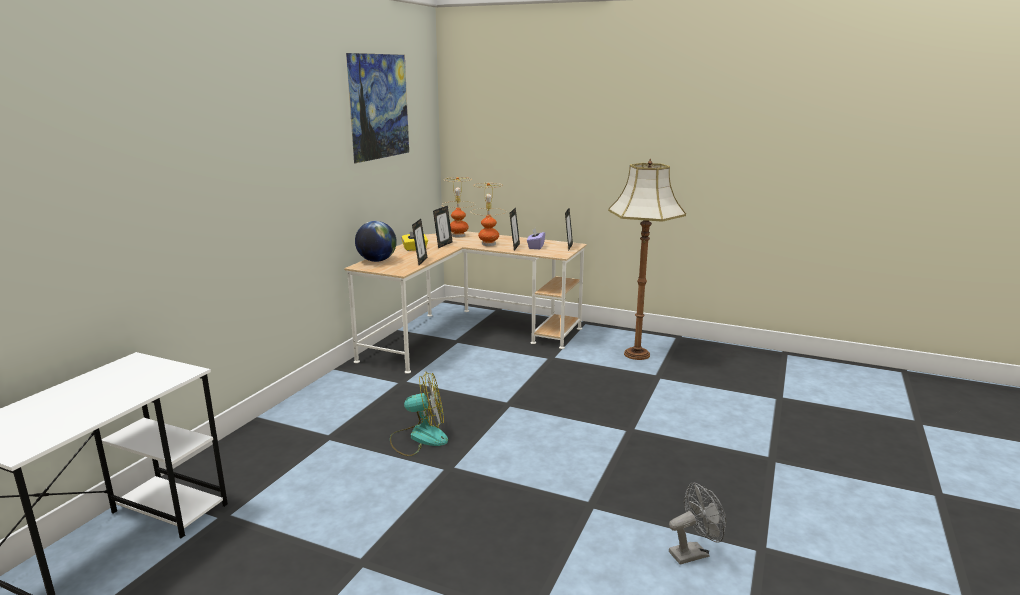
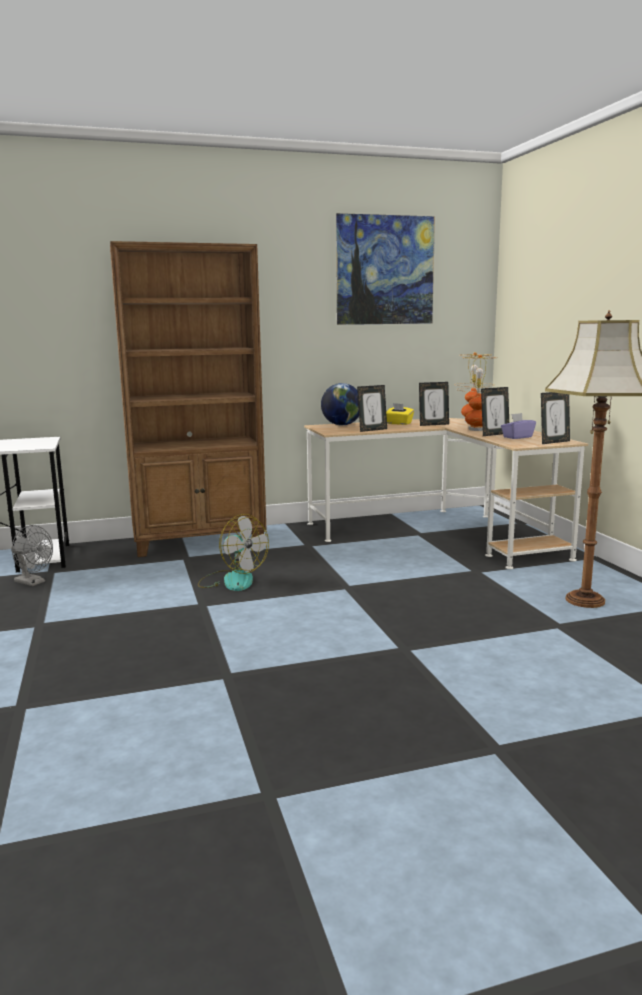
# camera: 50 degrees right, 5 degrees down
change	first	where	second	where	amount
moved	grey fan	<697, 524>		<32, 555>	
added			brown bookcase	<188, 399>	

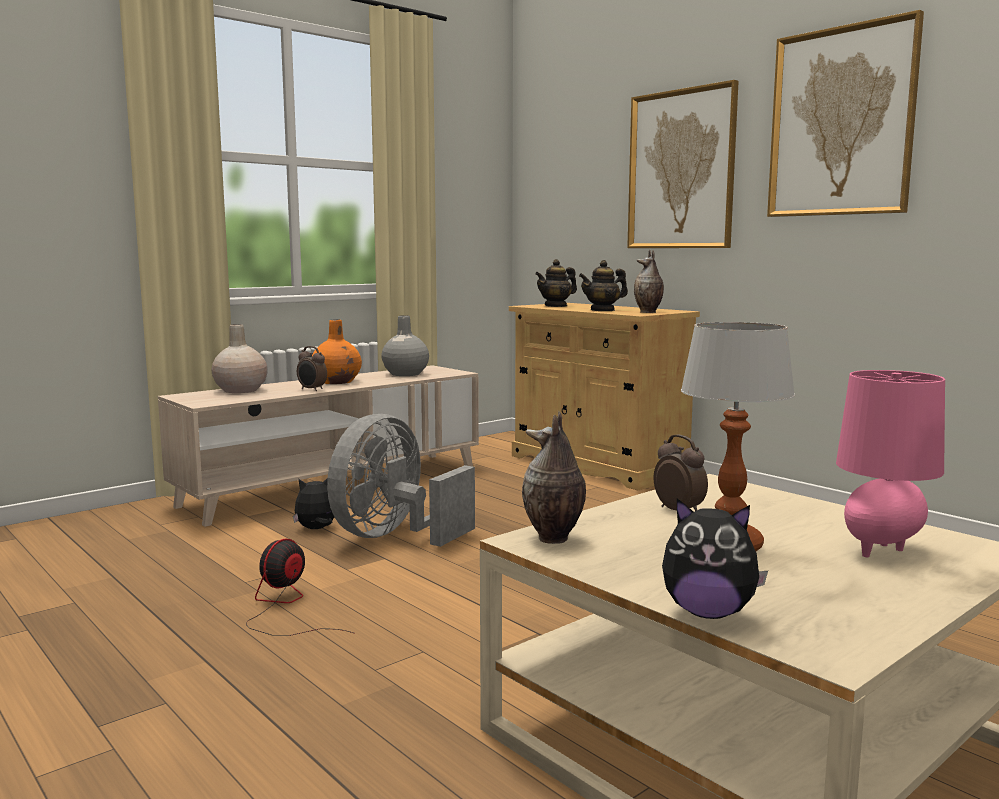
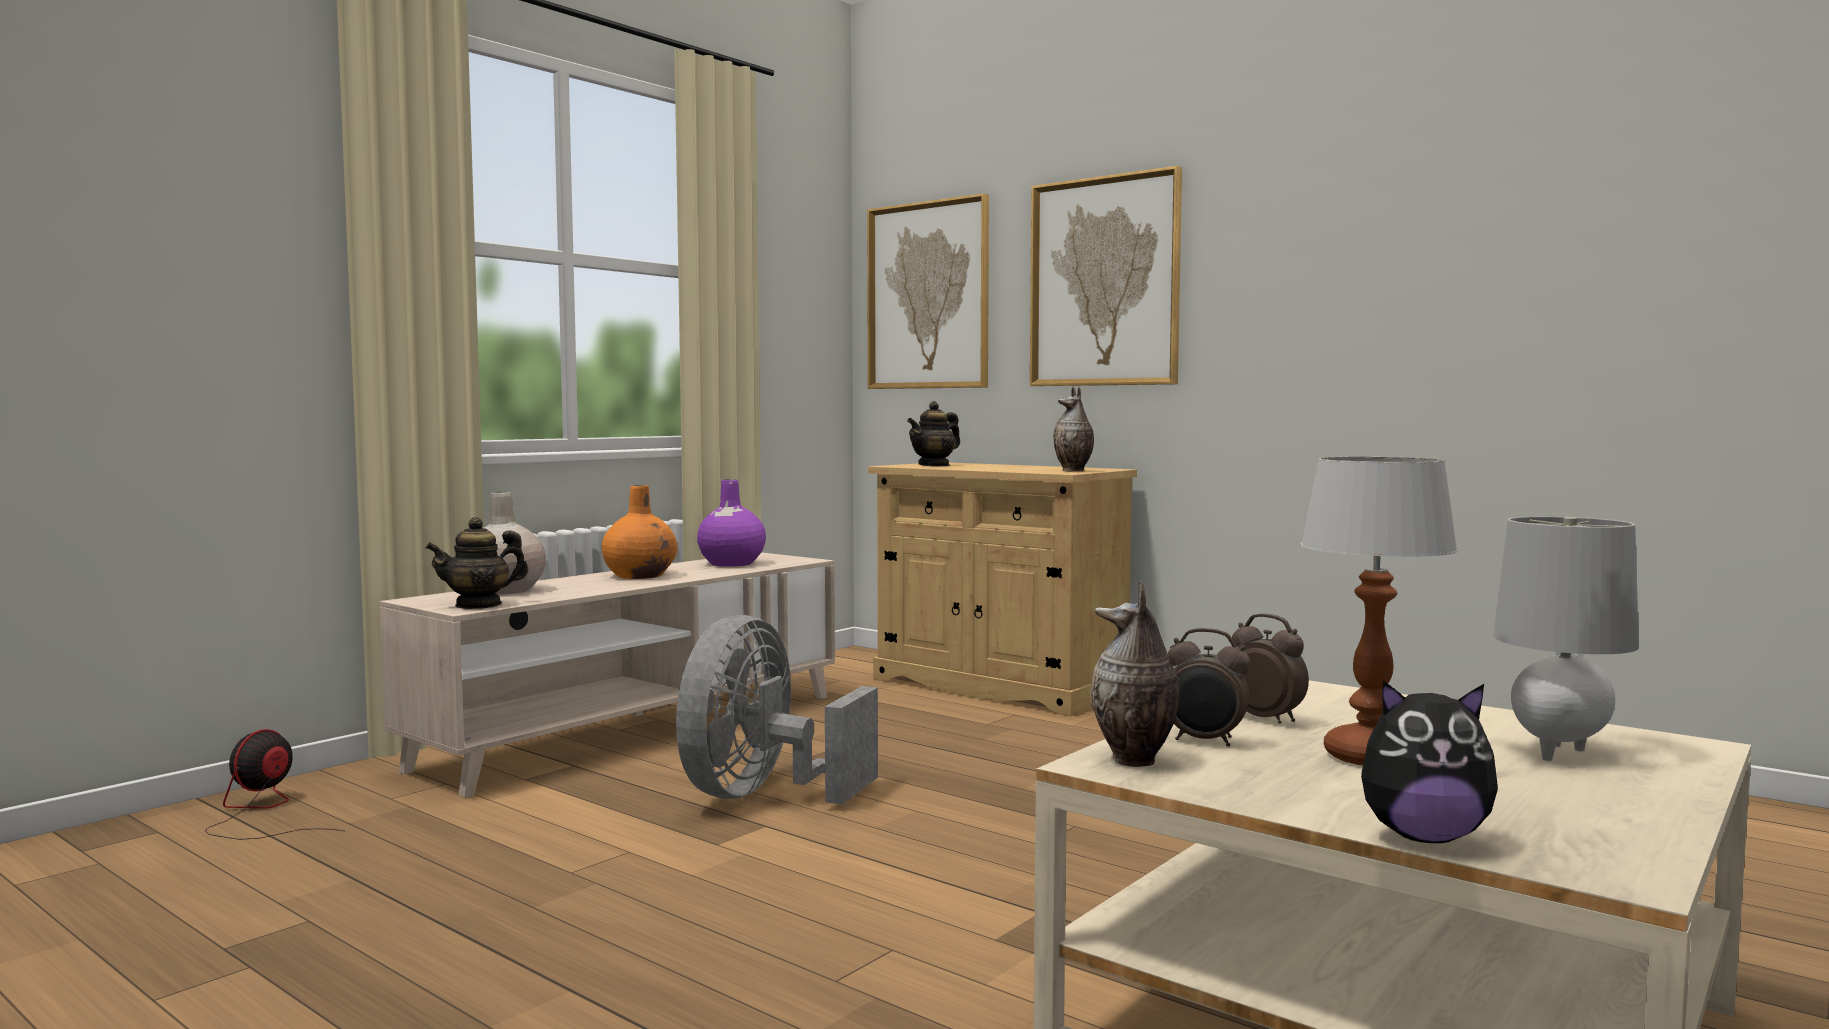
# camera: 10 degrees left, 5 degrees down
change	first	where	second	where	amount
moved	picture	<845, 113>		<928, 291>	
moved	teapot	<603, 285>		<477, 563>	
recoloured	grey vase	<405, 345>	purple vase	<731, 523>	
moved	alarm clock	<312, 368>		<1209, 687>	
recoloured	pink table lamp	<890, 463>	grey table lamp	<1566, 638>	
removed	plush toy	<313, 503>			
moved	fan	<300, 587>		<274, 784>	

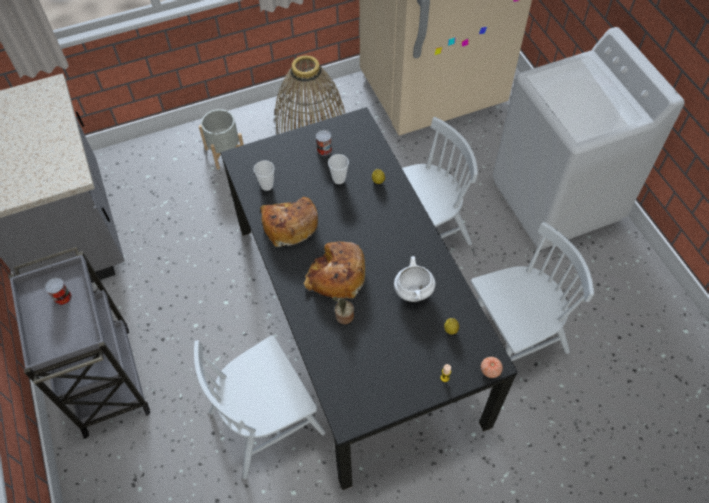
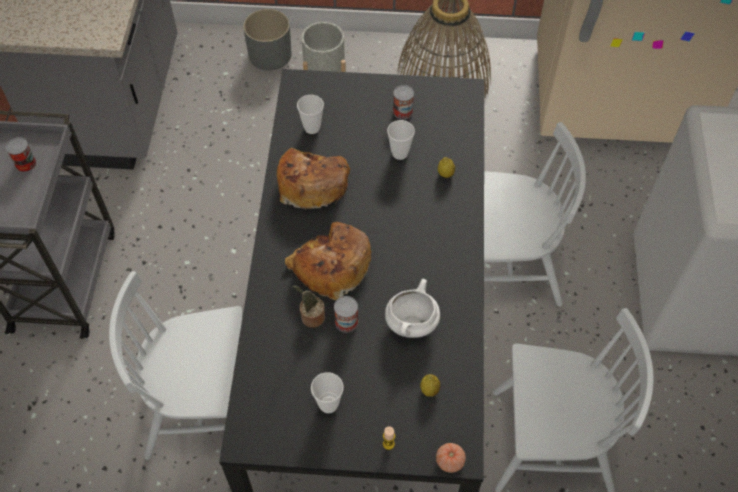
# camera: 25 degrees right, 0 degrees up
change	first	where	second	where	amount
added			grey planter	<267, 39>	
added			can	<346, 314>	
added			cup	<327, 392>	

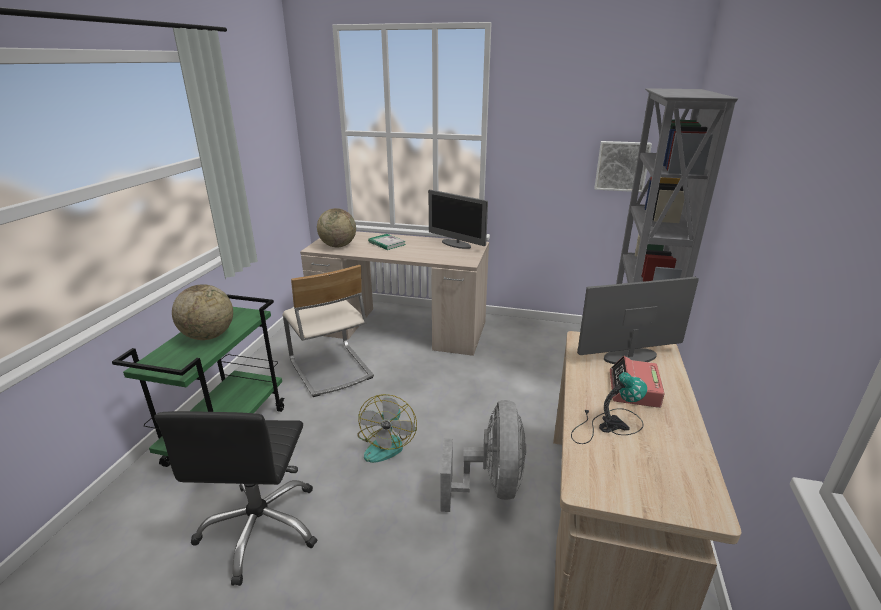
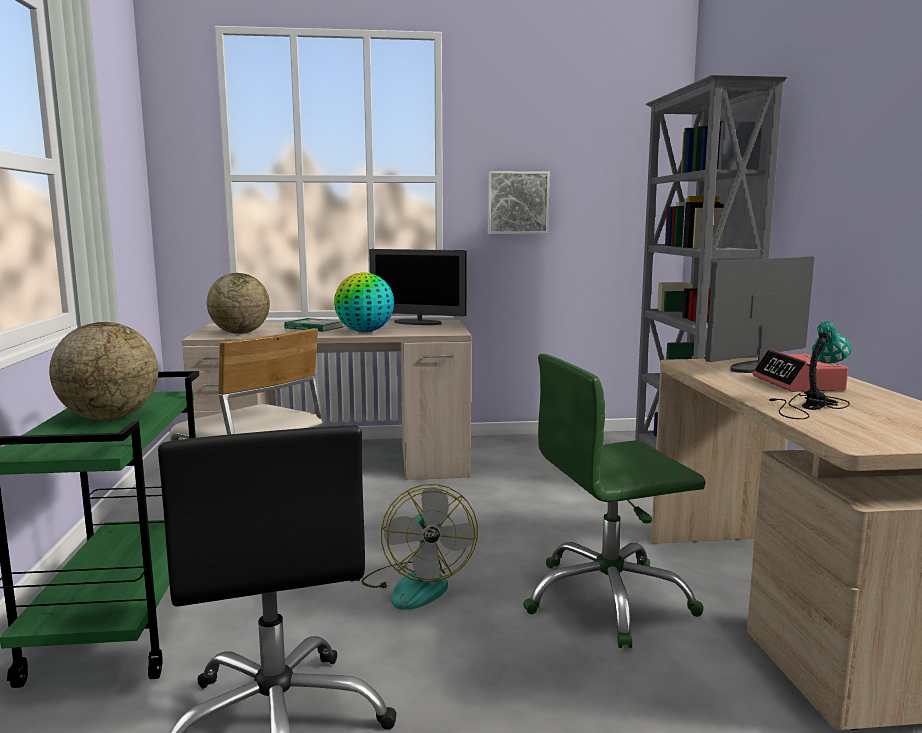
# camera: 20 degrees left, 15 degrees down
change	first	where	second	where	amount
moved	picture	<623, 166>		<519, 202>	
replaced	grey fan	<483, 456>	green office chair	<614, 501>	
added			globe	<364, 302>	

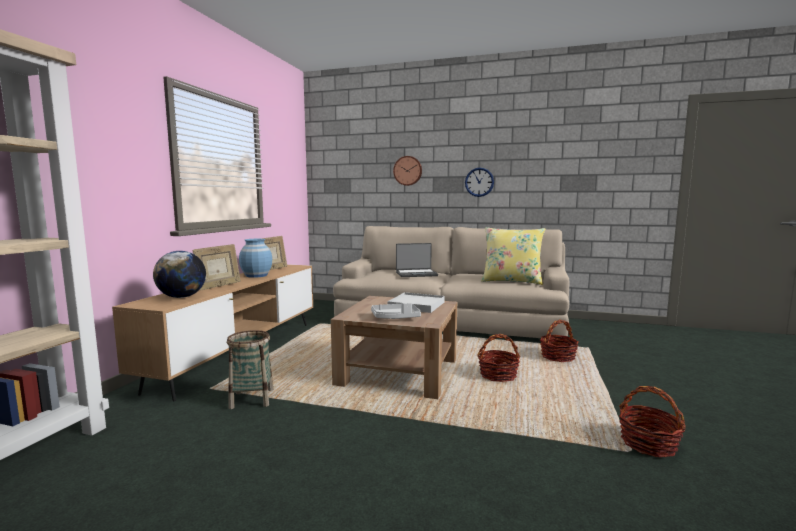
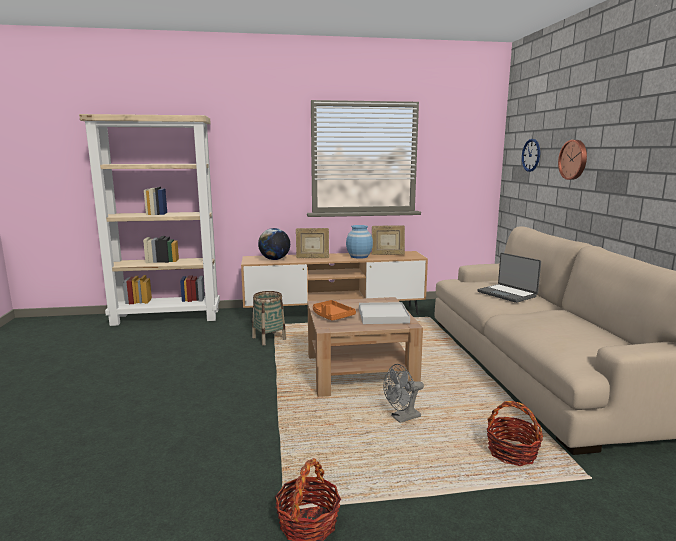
# camera: 65 degrees right, 5 degrees up
change	first	where	second	where	amount
moved	wall clock	<479, 182>		<531, 155>	
removed	yellow pillow	<513, 256>			
recoloured	grey tray	<396, 311>	orange tray	<334, 310>	
replaced	basket	<498, 358>	grey fan	<403, 393>	

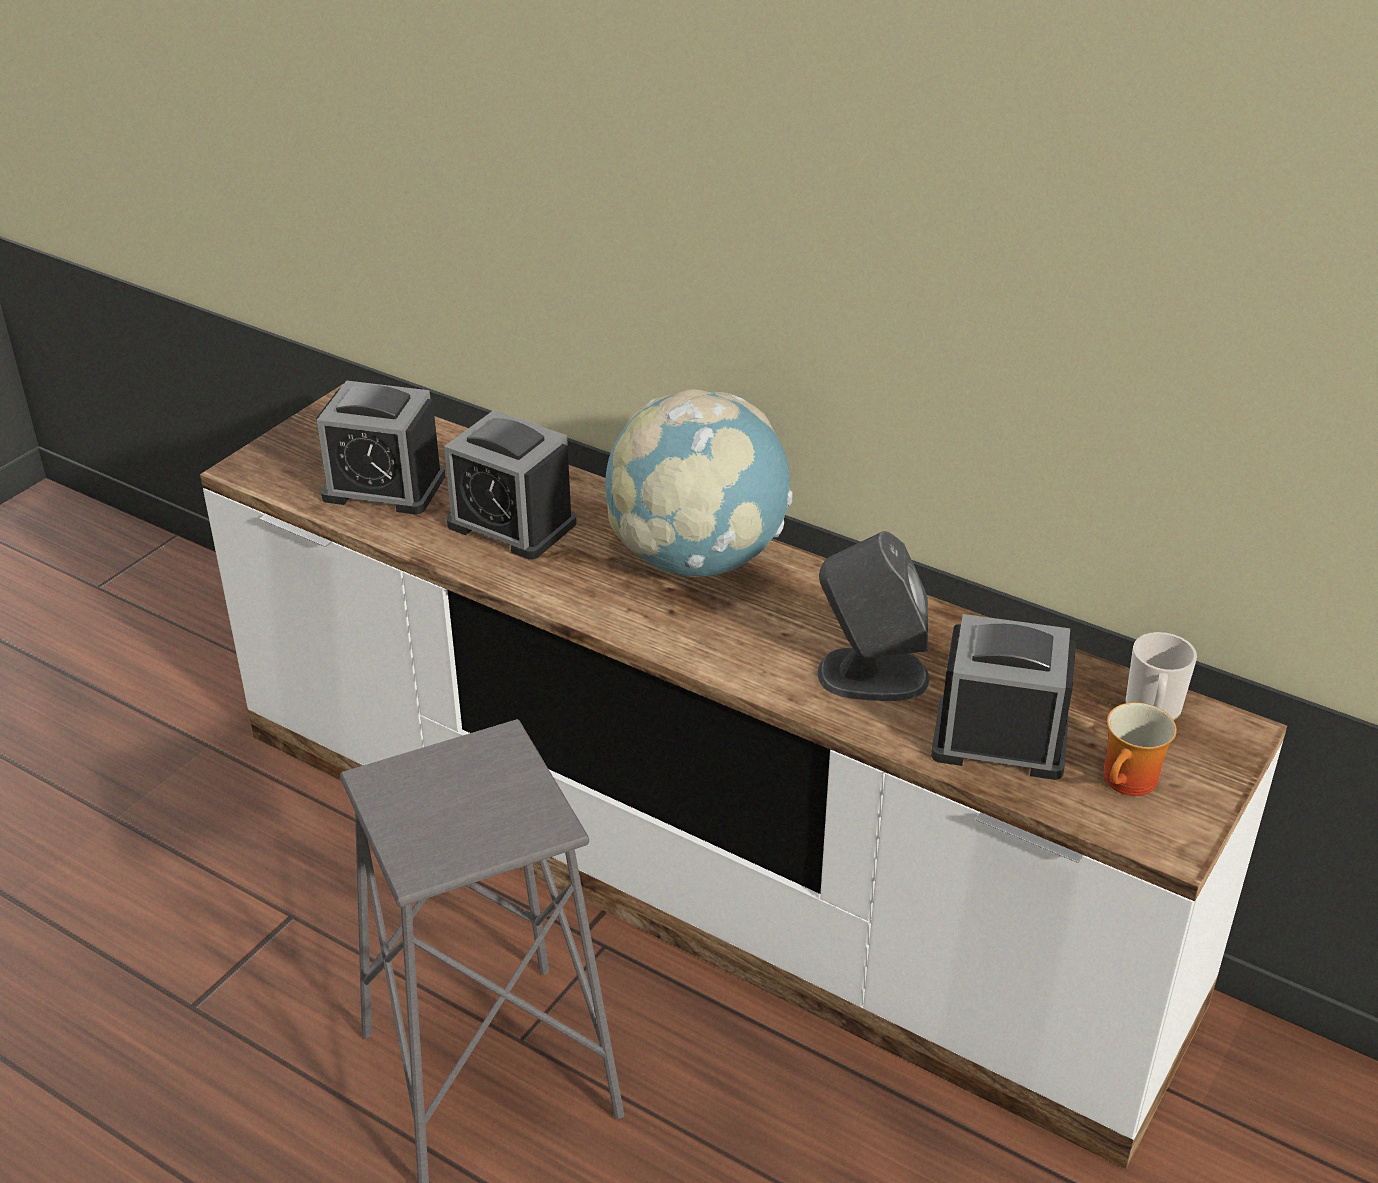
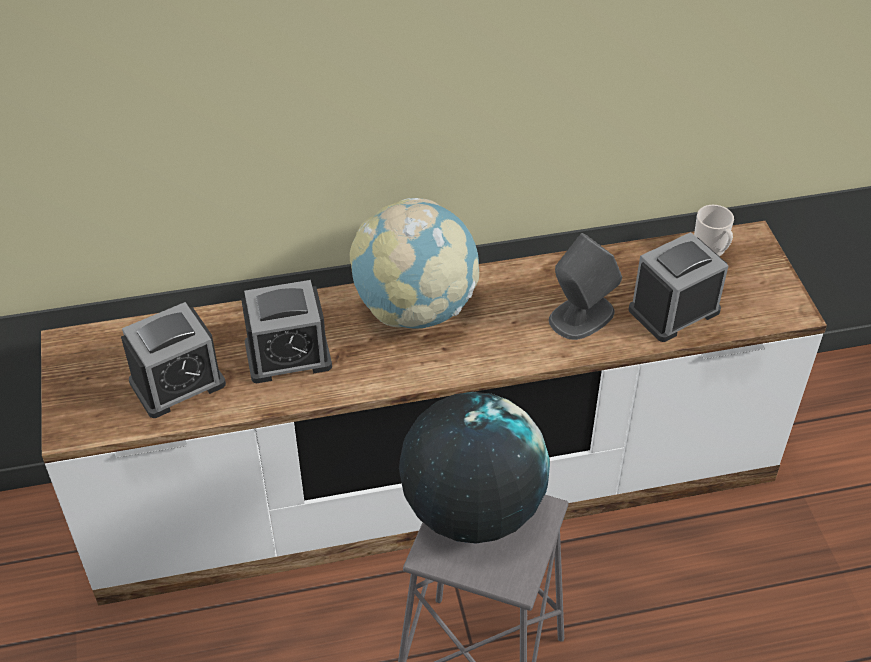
# camera: 45 degrees left, 10 degrees up
change	first	where	second	where	amount
removed	mug	<1140, 749>			
added			globe	<474, 467>	

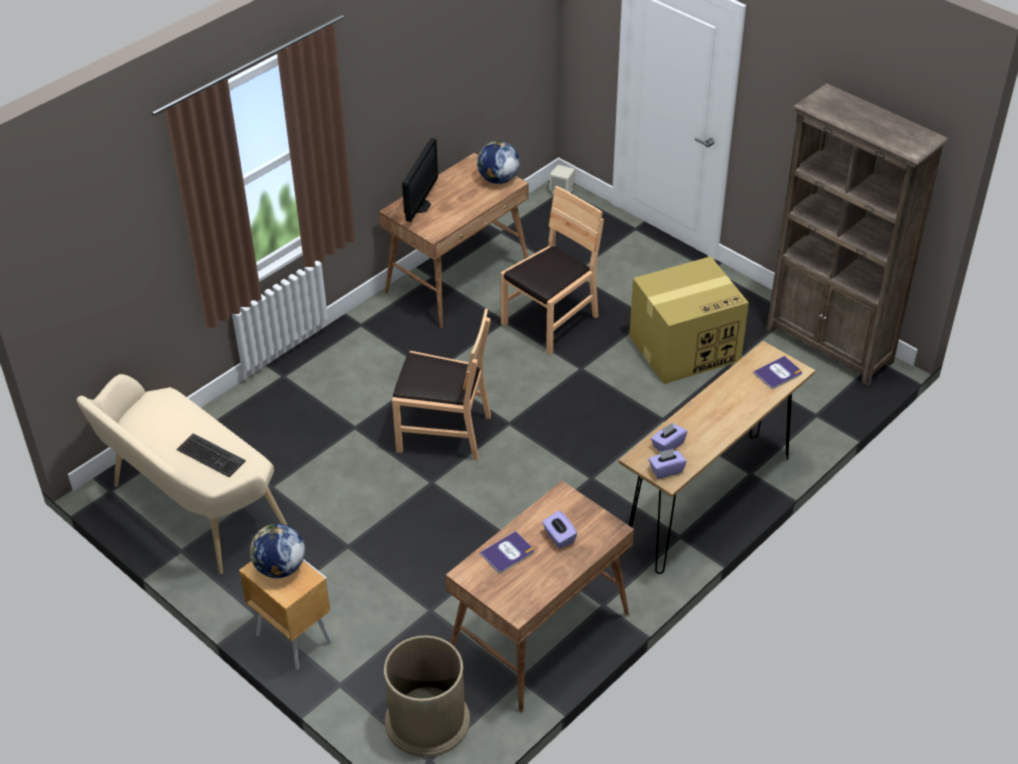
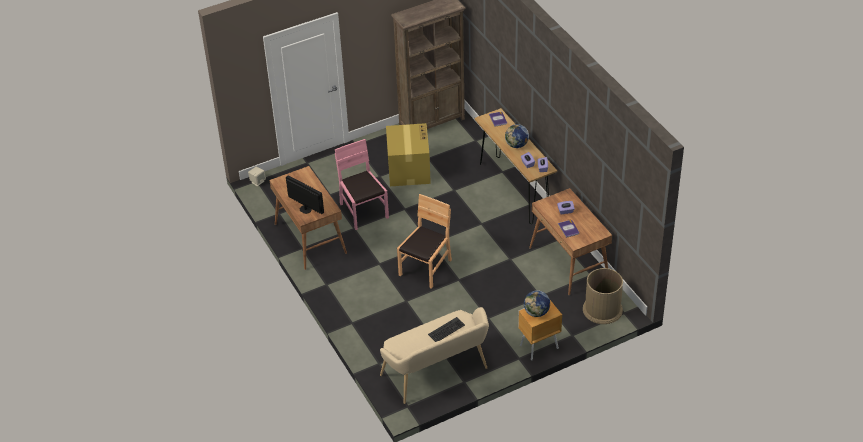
# camera: 70 degrees left, 0 degrees up
change	first	where	second	where	amount
moved	globe	<498, 162>		<517, 136>	
recoloured	brown chair	<552, 270>	pink chair	<362, 184>	

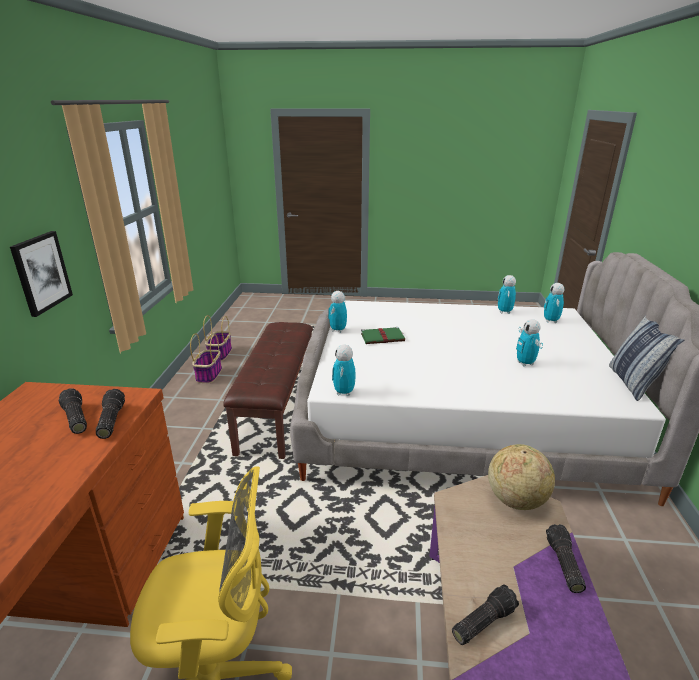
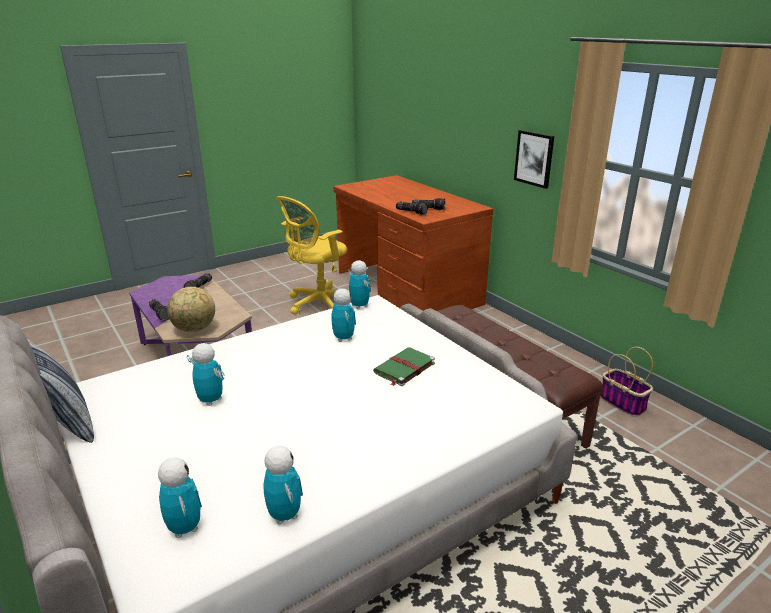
# camera: 140 degrees right, 0 degrees up
change	first	where	second	where	amount
moved	toy robot	<337, 312>		<343, 315>	
removed	basket	<217, 338>			

